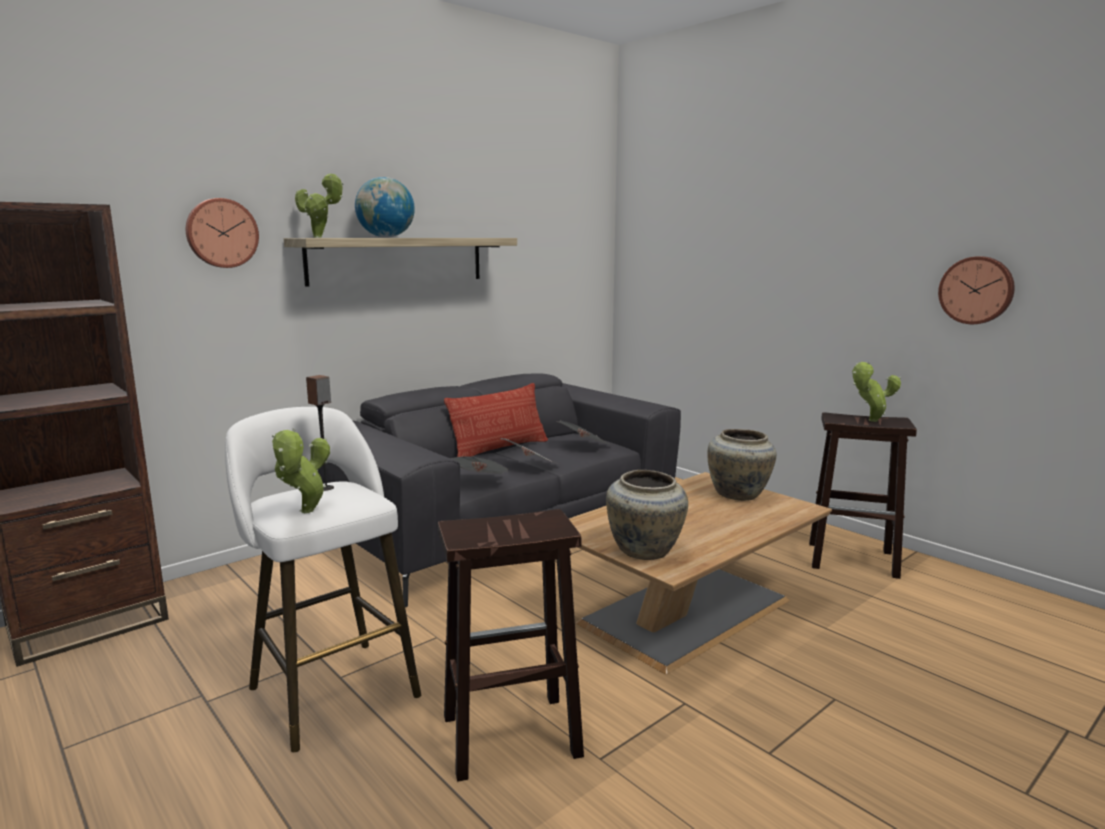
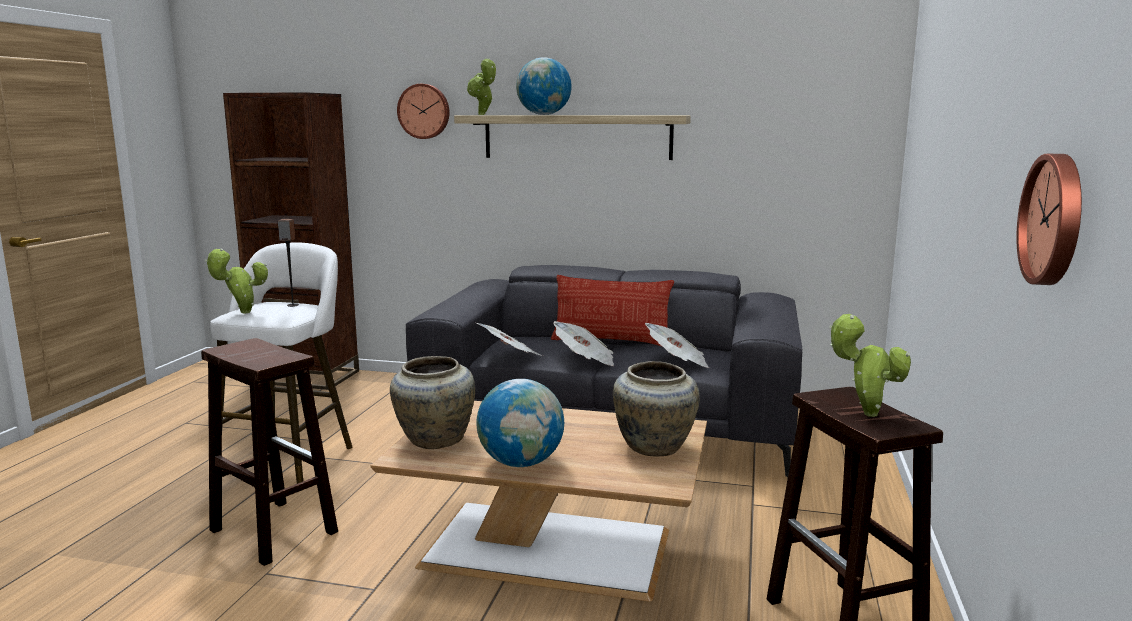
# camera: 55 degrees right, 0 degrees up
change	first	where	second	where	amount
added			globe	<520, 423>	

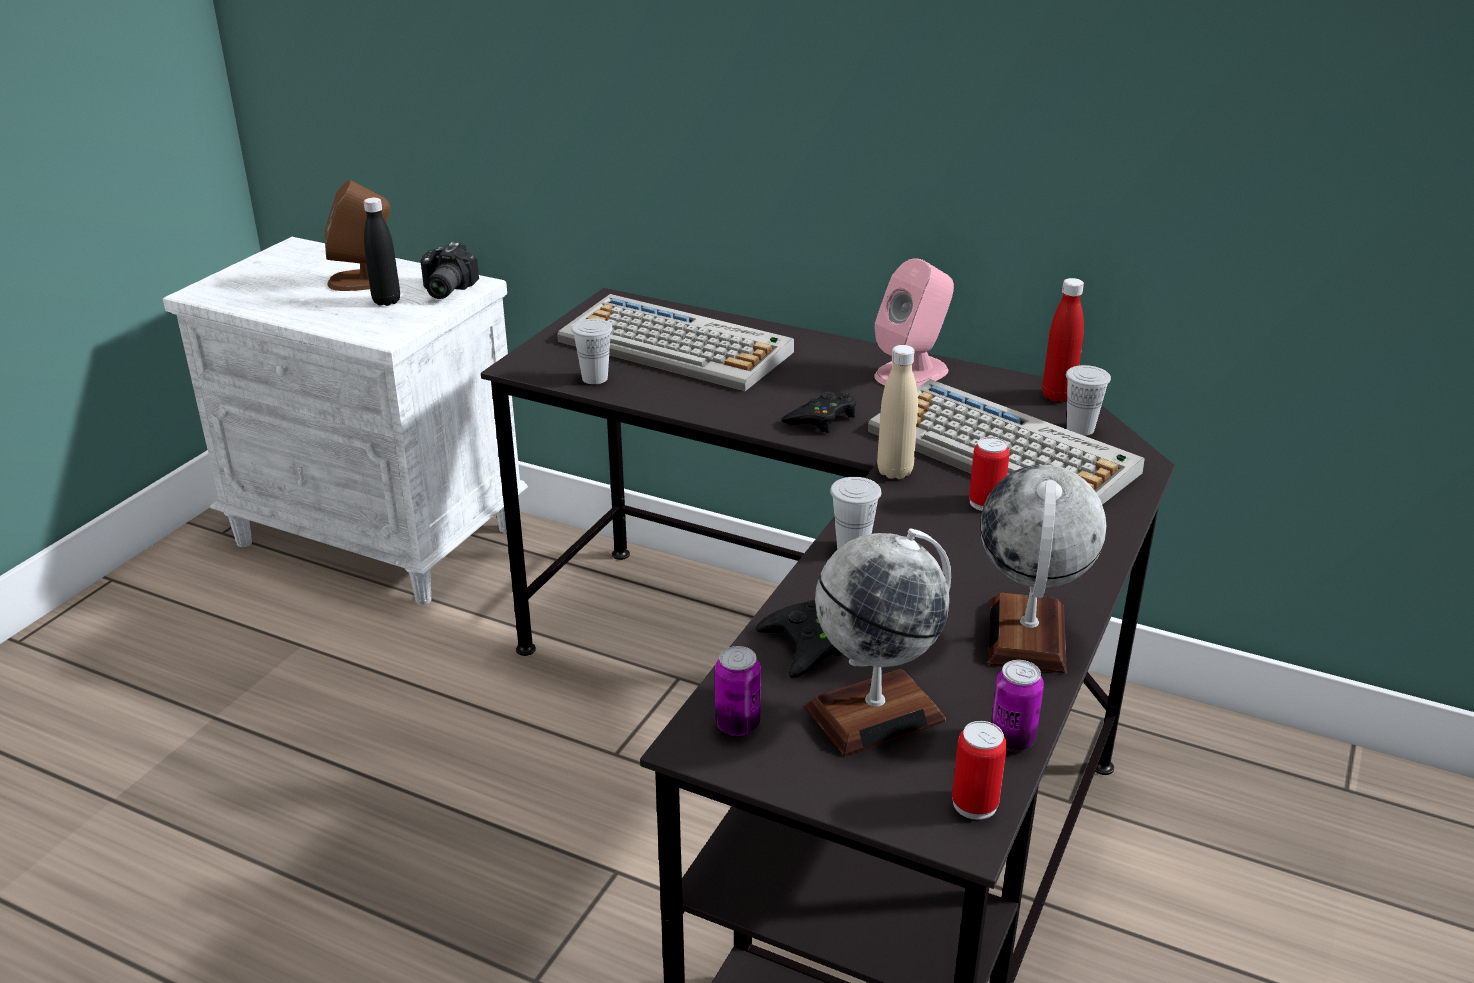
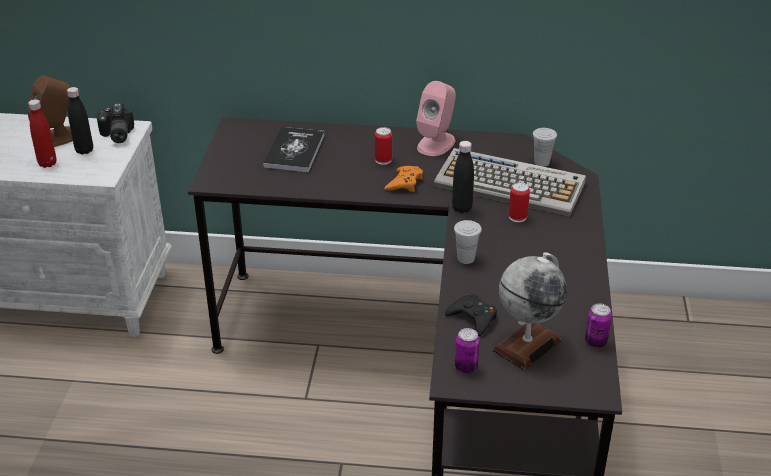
# camera: 20 degrees left, 5 degrees up
change	first	where	second	where	amount
moved	red bottle	<1063, 340>		<42, 133>	
replaced	keyboard	<675, 342>	book	<294, 149>	
removed	white cup	<592, 351>			
recoloured	beige bottle	<897, 412>	black bottle	<463, 177>	
recoloured	black game controller	<818, 412>	orange game controller	<403, 179>	
removed	globe	<1043, 569>			
moved	can	<979, 770>		<383, 146>	

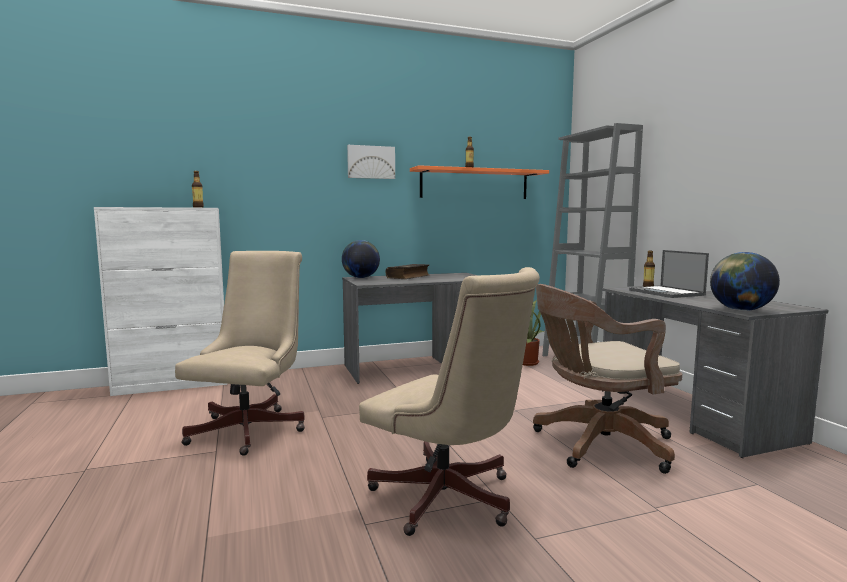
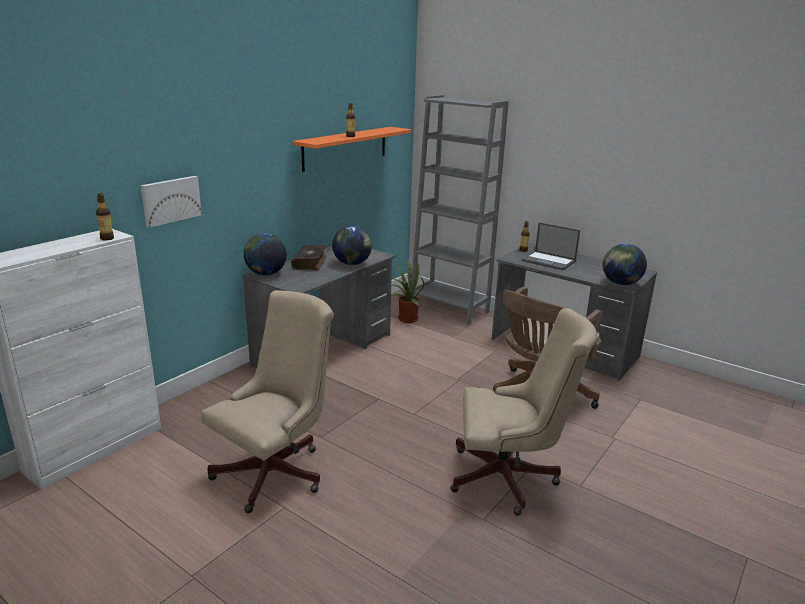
# camera: 35 degrees left, 15 degrees up
change	first	where	second	where	amount
moved	picture	<371, 162>		<171, 202>	
turned	beige office chair	<240, 353>		<267, 401>	60 degrees clockwise
added			globe	<352, 245>	

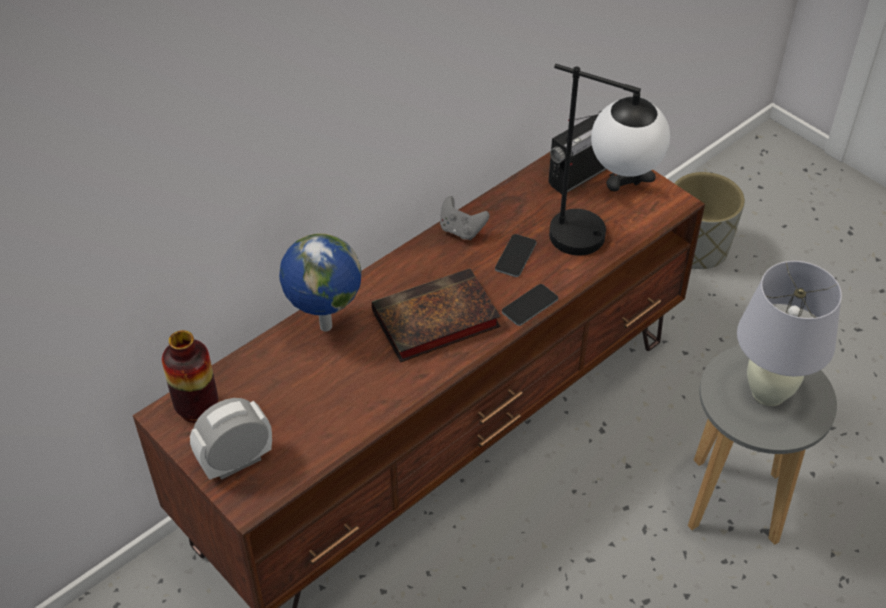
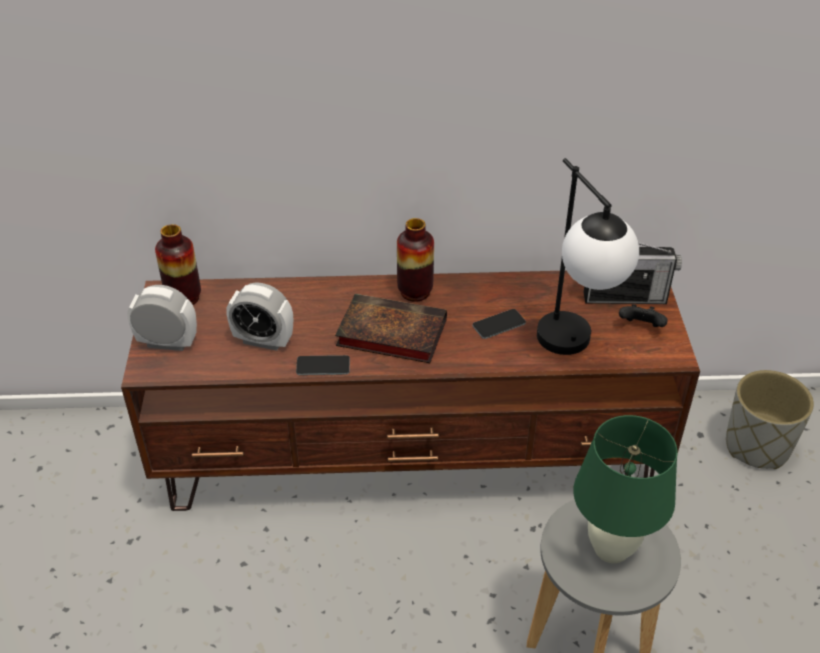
# camera: 40 degrees right, 5 degrees down
change	first	where	second	where	amount
removed	grey game controller	<464, 218>			
removed	globe	<320, 283>			
recoloured	white table lamp	<789, 333>	green table lamp	<625, 489>	
moved	phone	<530, 305>		<323, 365>	
added			vase	<415, 260>	
added			alarm clock	<259, 316>	

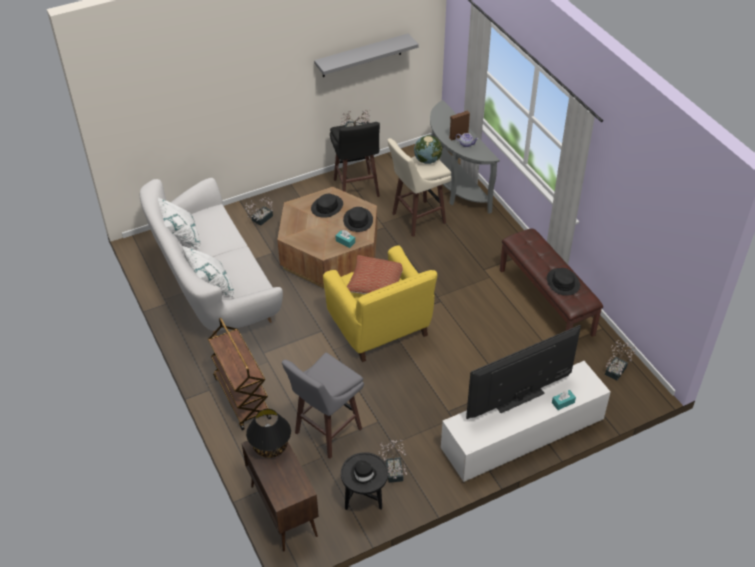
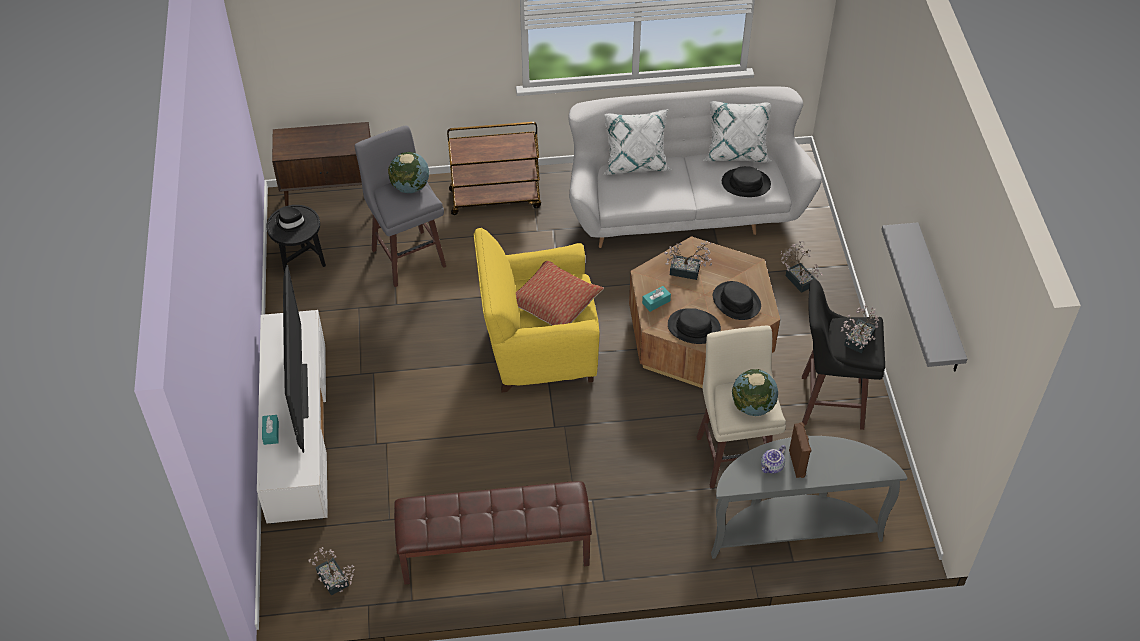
# camera: 110 degrees right, 5 degrees up
change	first	where	second	where	amount
moved	black hat	<563, 282>		<746, 181>	
removed	black table lamp	<268, 433>			
moved	potted plant	<393, 461>		<688, 260>	
added			globe	<408, 172>	

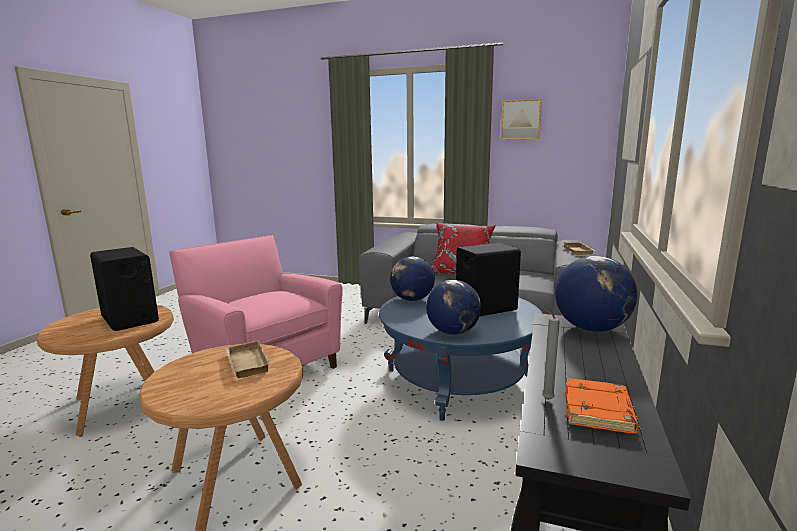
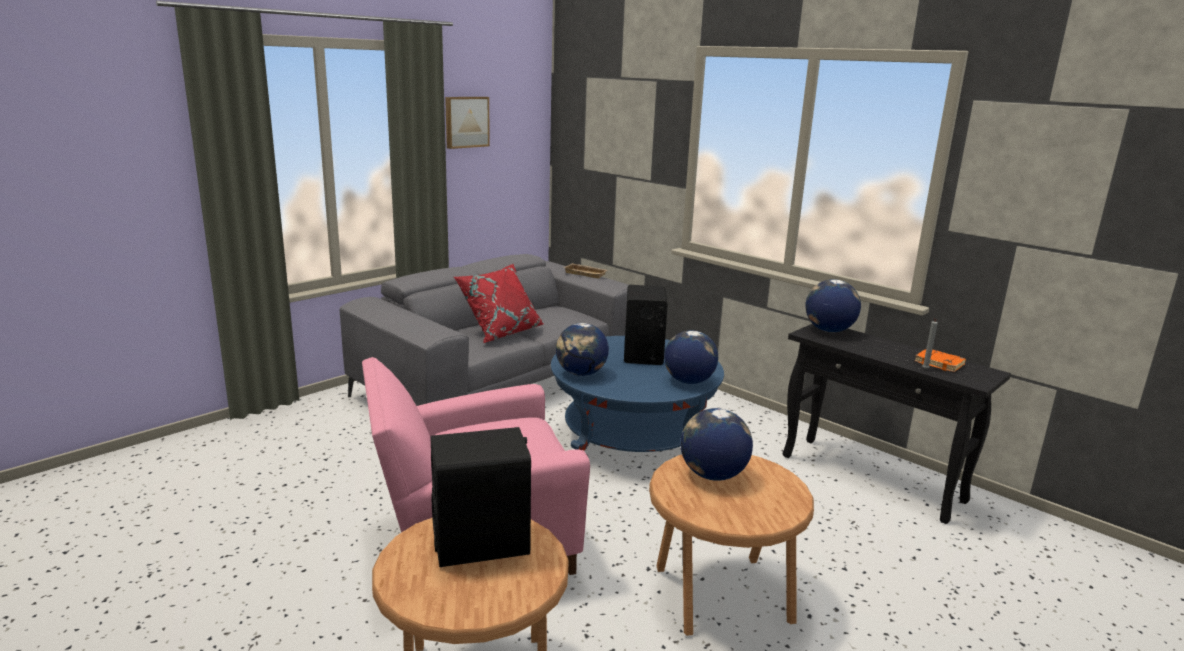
# camera: 65 degrees left, 5 degrees up
change	first	where	second	where	amount
replaced	beige tray	<248, 359>	globe	<717, 444>	

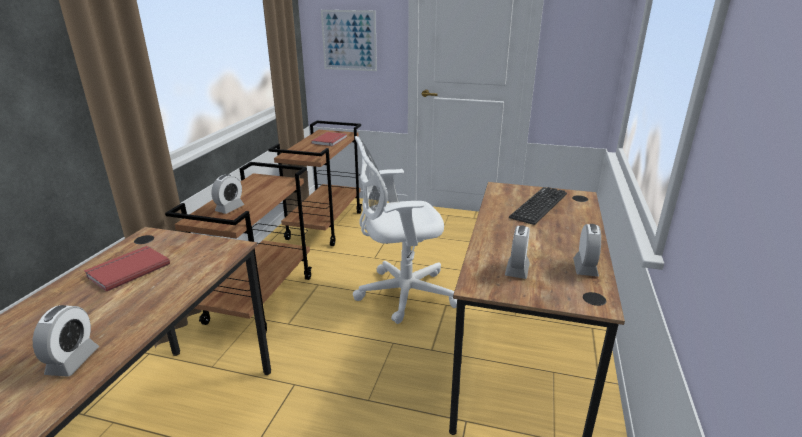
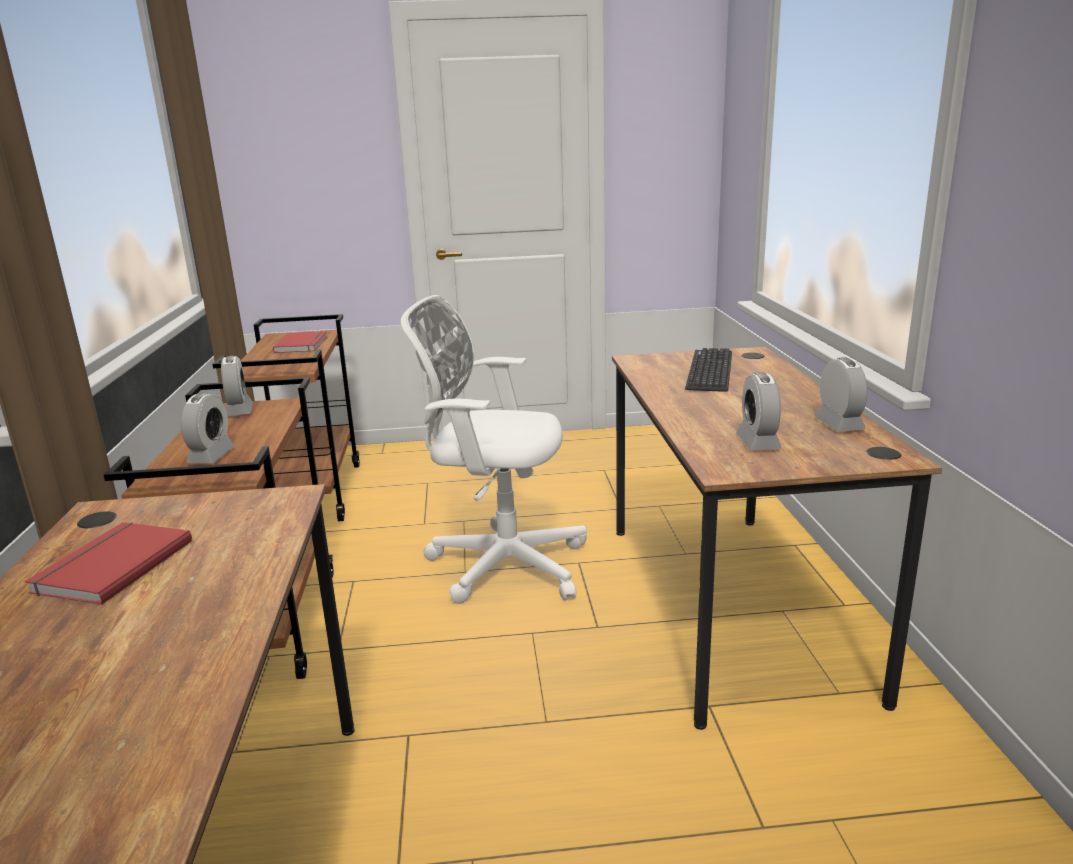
# camera: 20 degrees left, 5 degrees down
change	first	where	second	where	amount
removed	picture	<349, 40>			
turned	white office chair	<405, 230>		<494, 449>	45 degrees clockwise
moved	alarm clock	<66, 341>		<237, 386>	

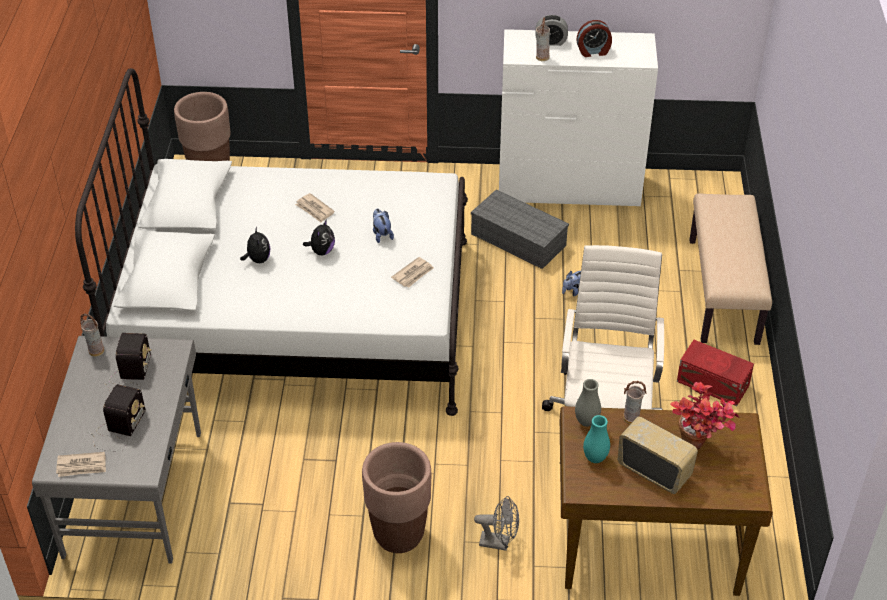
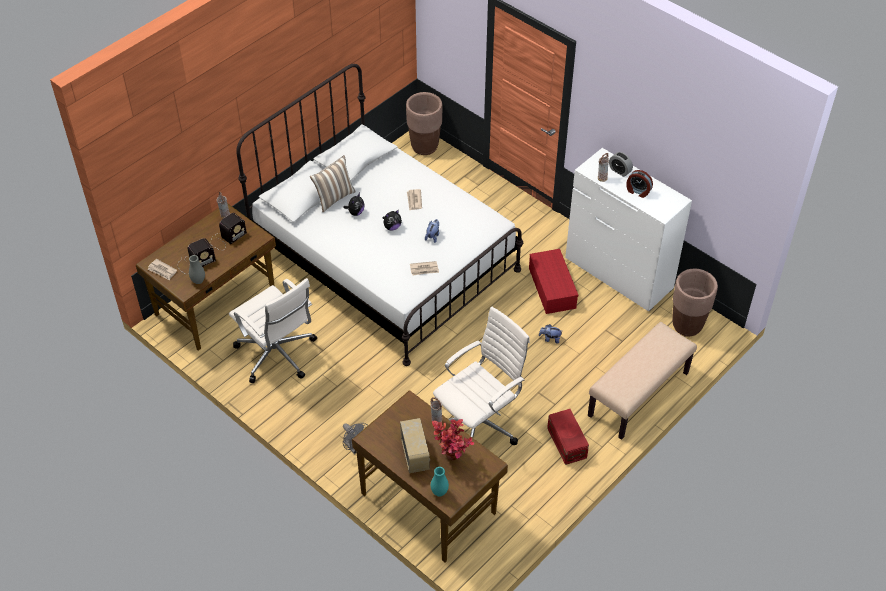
# camera: 40 degrees right, 5 degrees up
change	first	where	second	where	amount
recoloured	grey storage box	<520, 229>	red storage box	<553, 281>	
recoloured	grey desk	<116, 450>	brown desk	<206, 277>	
moved	grey vase	<588, 403>		<197, 269>	
moved	turquoise vase	<596, 439>		<440, 482>	
moved	brown planter	<397, 497>		<695, 302>	
added			pillow	<333, 183>	
added			white office chair	<273, 330>	

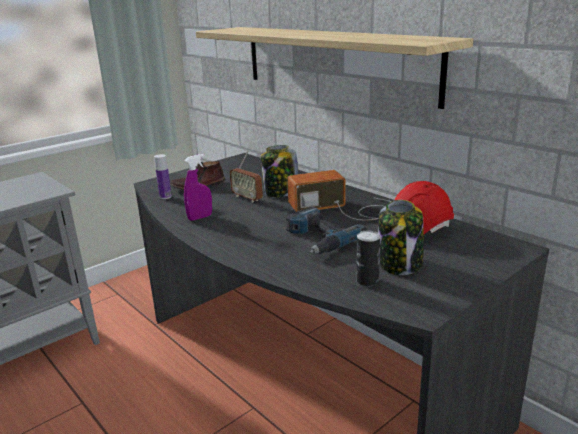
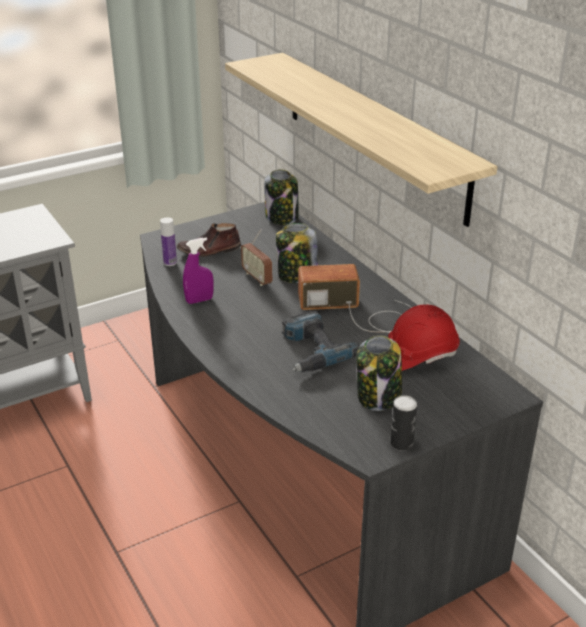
# camera: 10 degrees right, 10 degrees up
change	first	where	second	where	amount
moved	can	<368, 258>		<403, 423>	
added			jar	<281, 197>	

